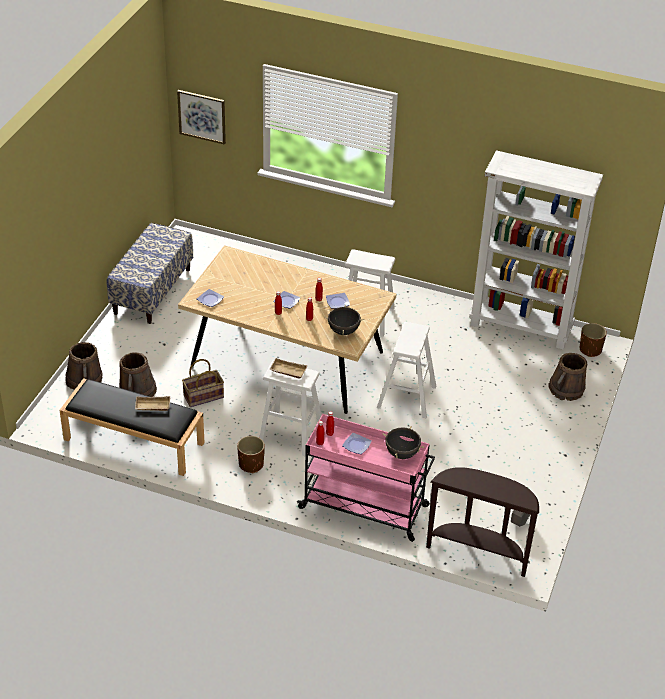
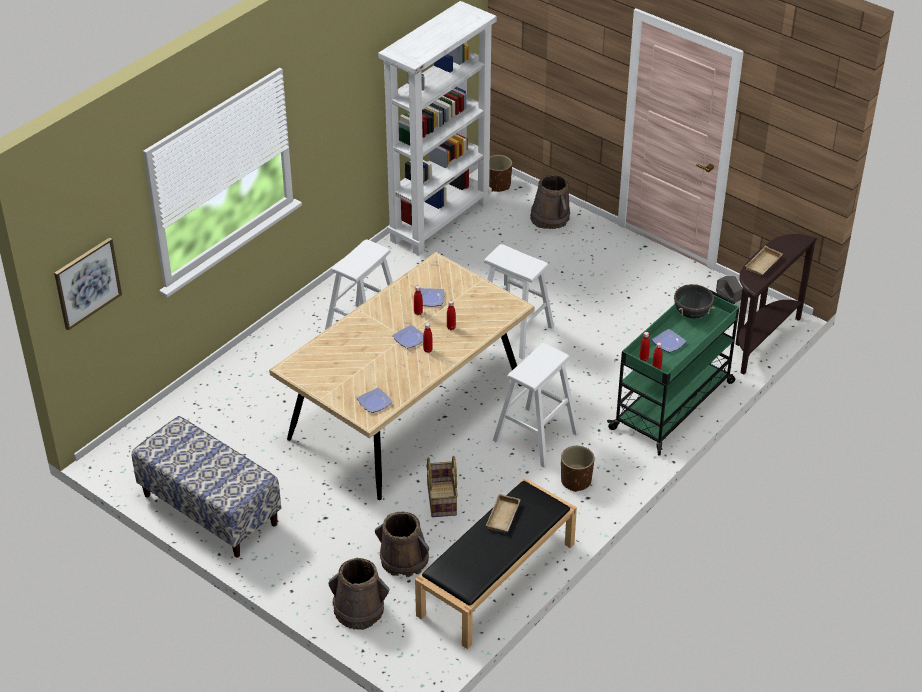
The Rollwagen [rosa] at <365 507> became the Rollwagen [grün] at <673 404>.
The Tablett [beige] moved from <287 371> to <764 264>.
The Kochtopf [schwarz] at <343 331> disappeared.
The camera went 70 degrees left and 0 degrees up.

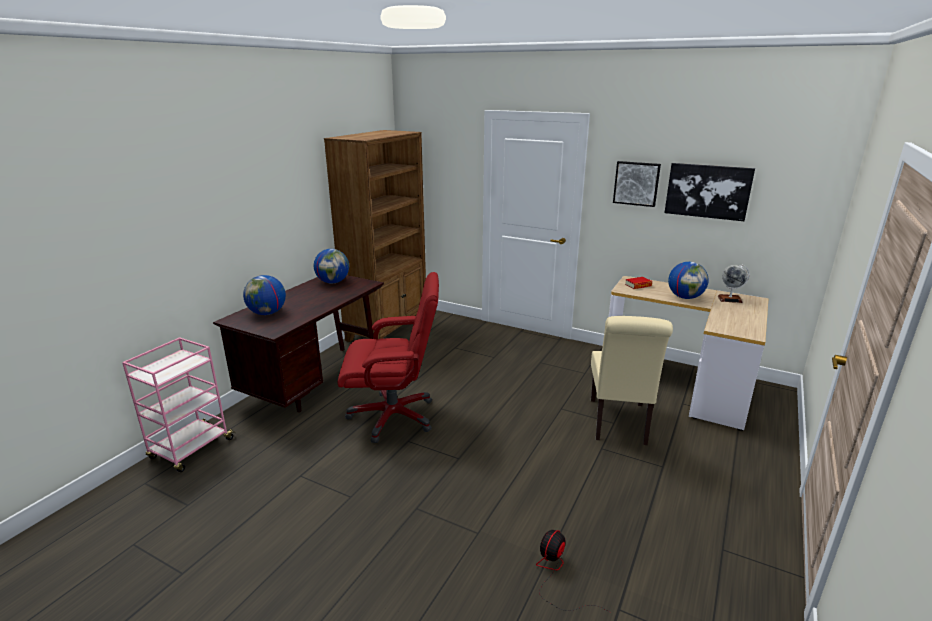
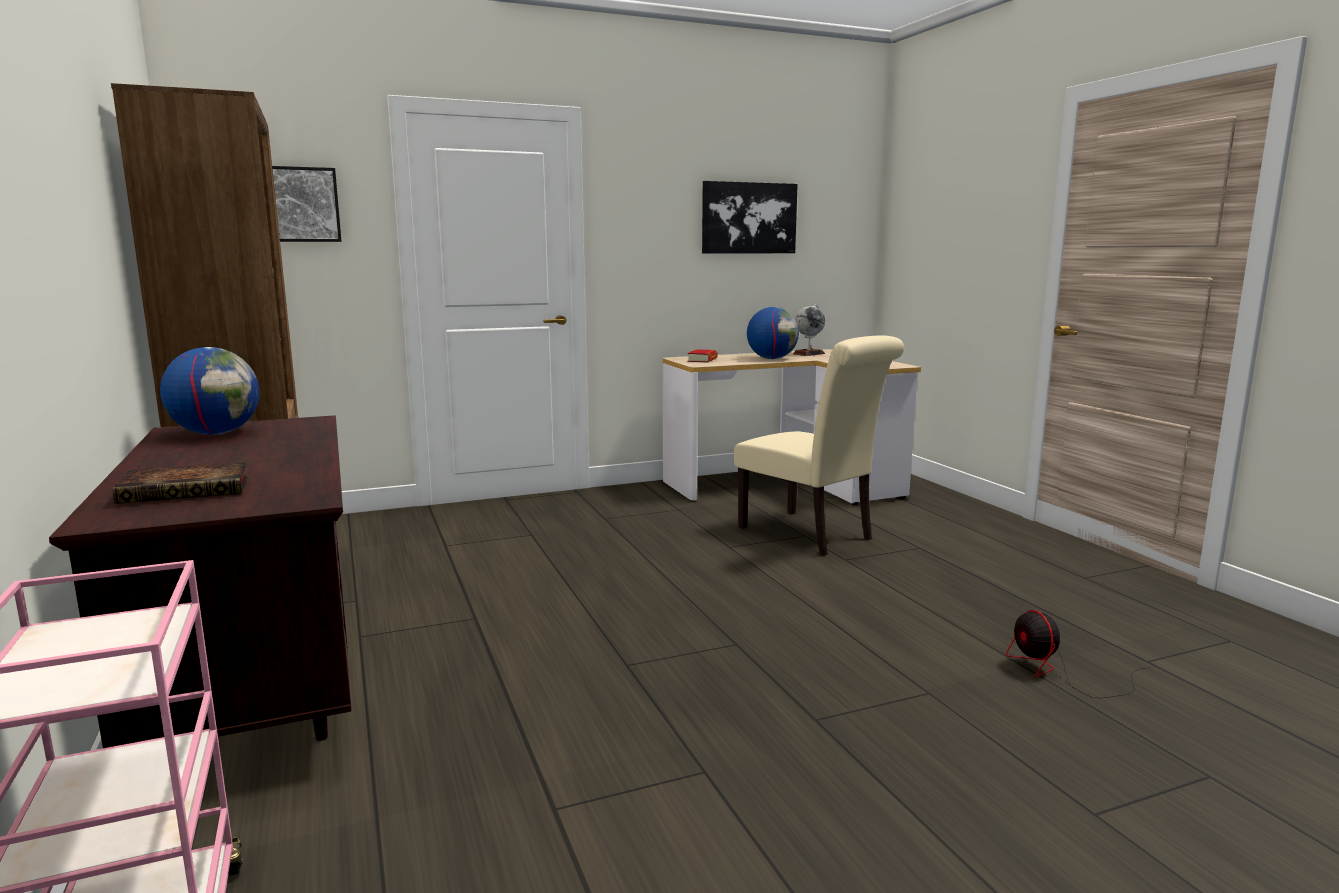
The Globus at <267 313> was replaced by the Buch at <189 490>.
The Bild moved from <636 183> to <299 204>.
The Bürostuhl [rot] at <394 416> disappeared.
The camera went 50 degrees left and 10 degrees down.

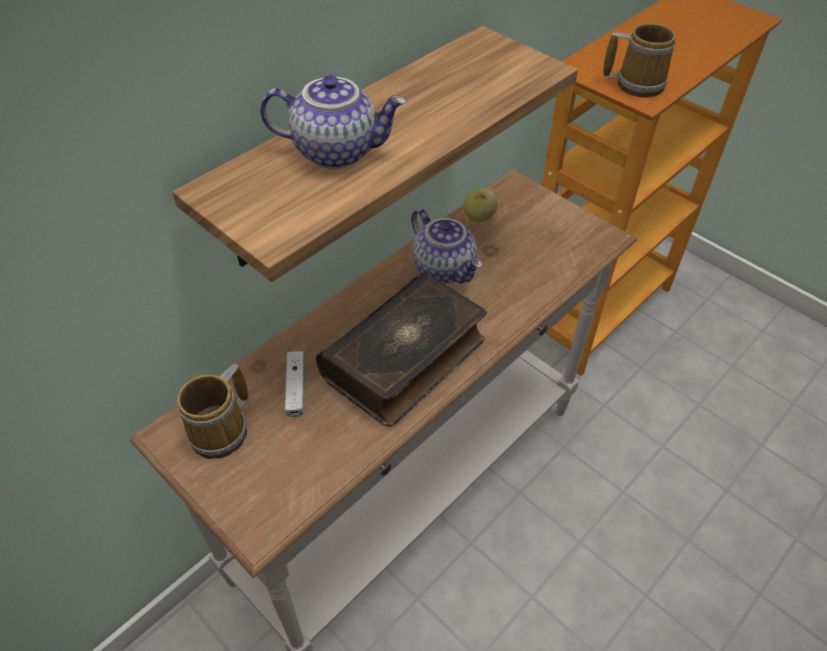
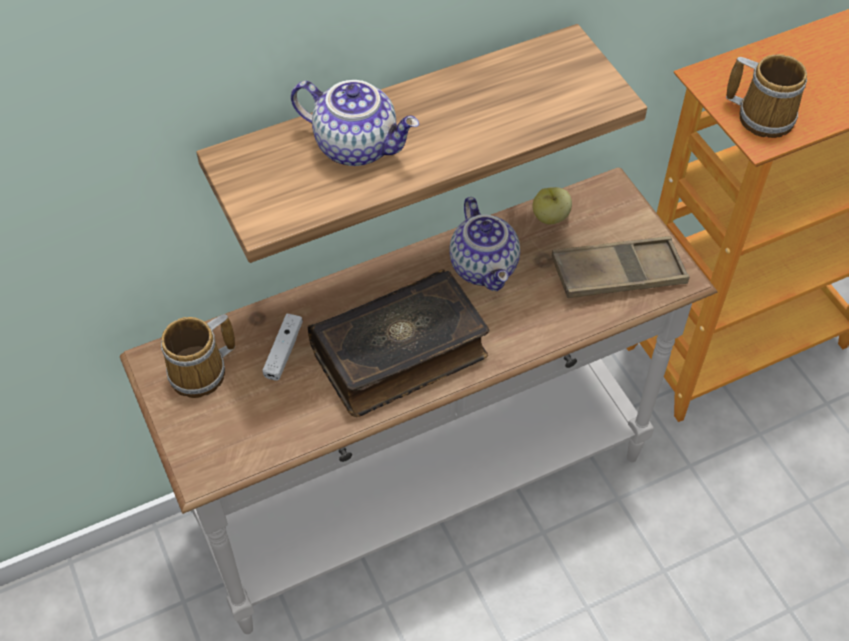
The Tablett [braun] at <618 274> appeared.
The camera went 20 degrees right and 5 degrees up.

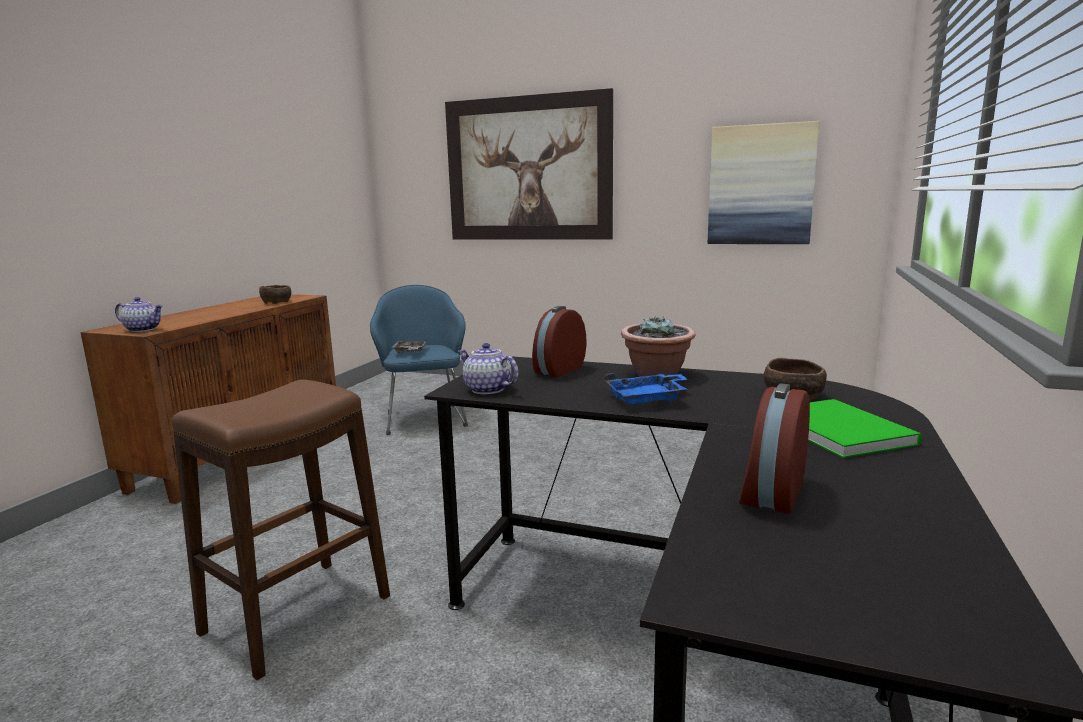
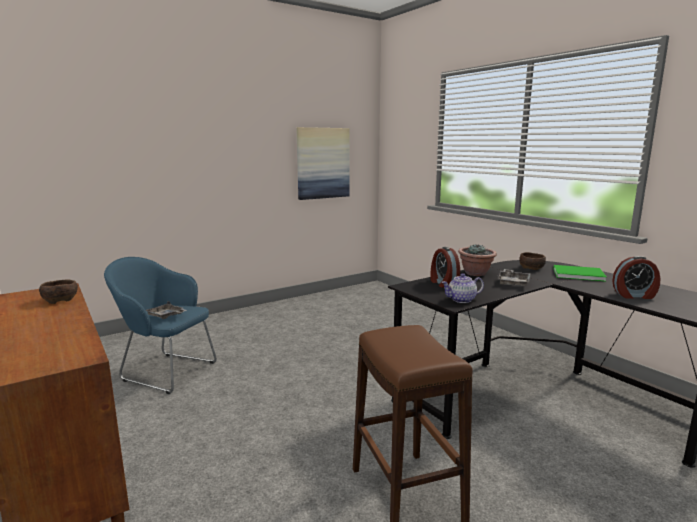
The Tablett [blau] at <647 399> became the Tablett [grau] at <513 283>.
The Wecker at <770 493> turned 60 degrees counterclockwise.
The Teekanne at <143 329> disappeared.
The Bild at <528 169> disappeared.
The camera went 55 degrees left and 0 degrees up.

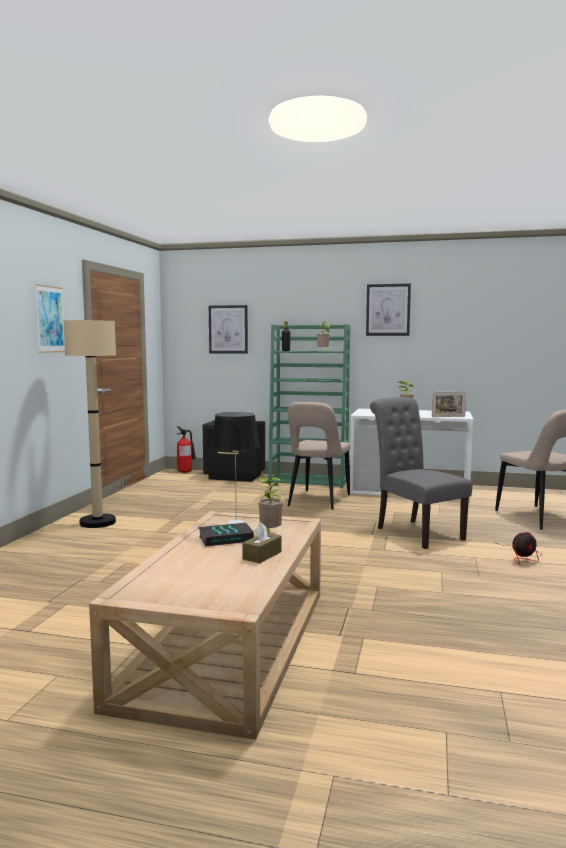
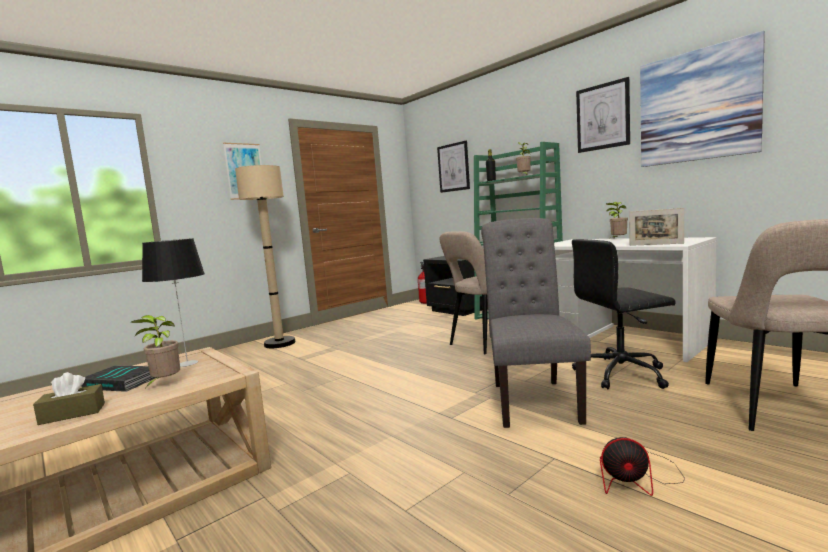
The Bürostuhl [schwarz] at <622 374> appeared.
The Bild at <697 106> appeared.
The camera went 35 degrees right and 0 degrees up.

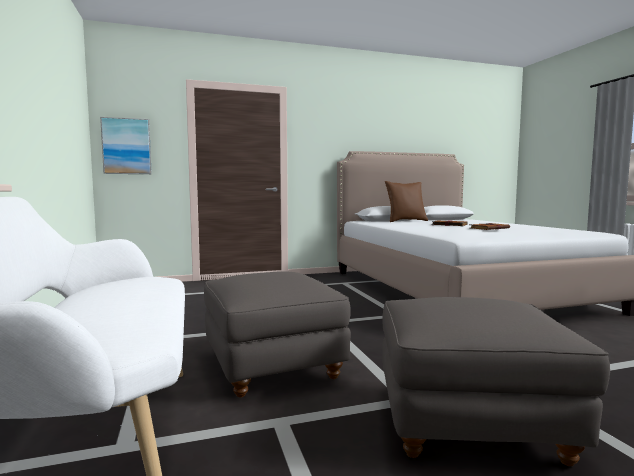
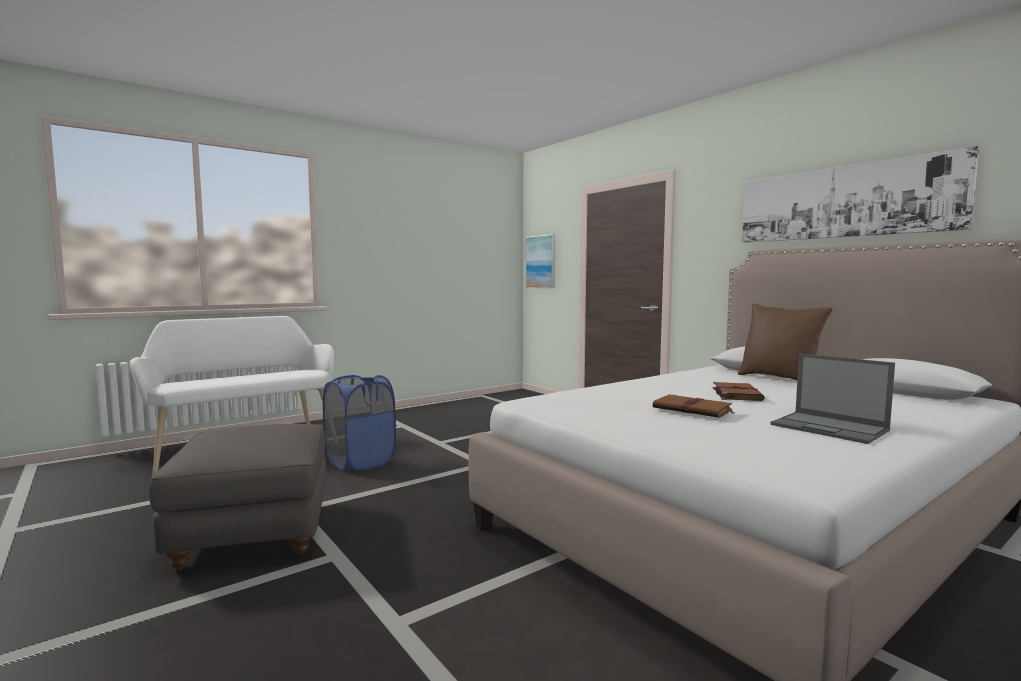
The Polsterhocker [grau] at <271 365> was replaced by the Wäschekorb [blau] at <360 462>.
The Bild at <843 202> appeared.
The Laptop at <830 428> appeared.
The camera went 70 degrees right and 0 degrees up.

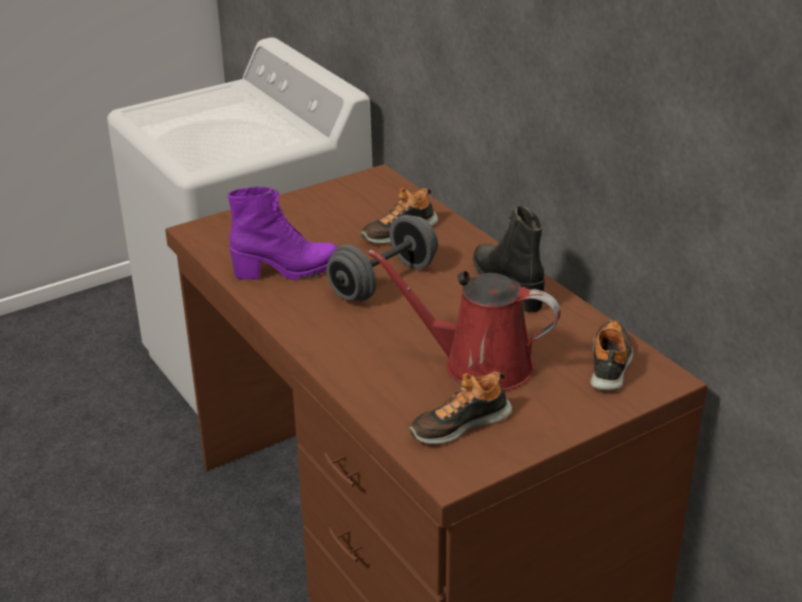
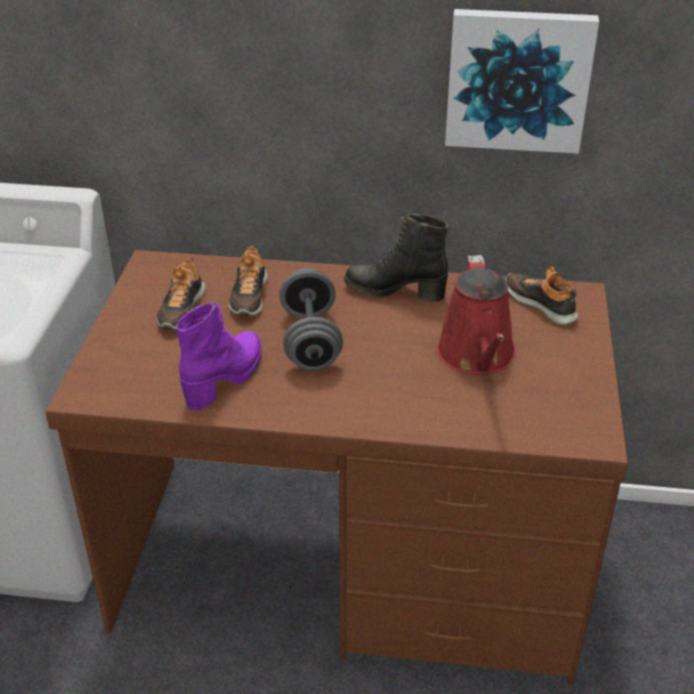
The Schuh moved from <459 424> to <181 309>.
The Gießkanne [rot] at <478 364> turned 60 degrees counterclockwise.
The Bild at <518 79> appeared.
The camera went 50 degrees left and 5 degrees up.

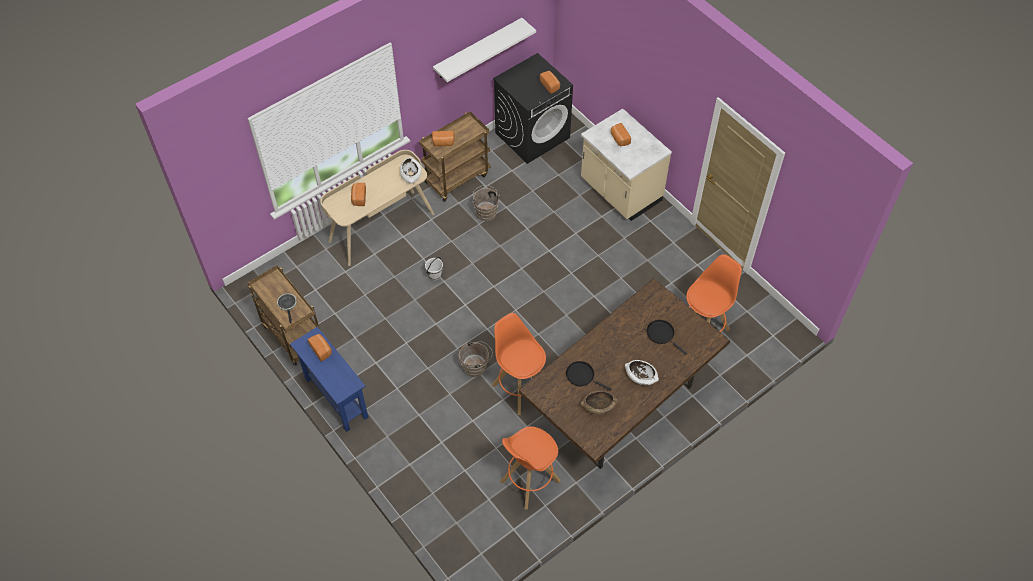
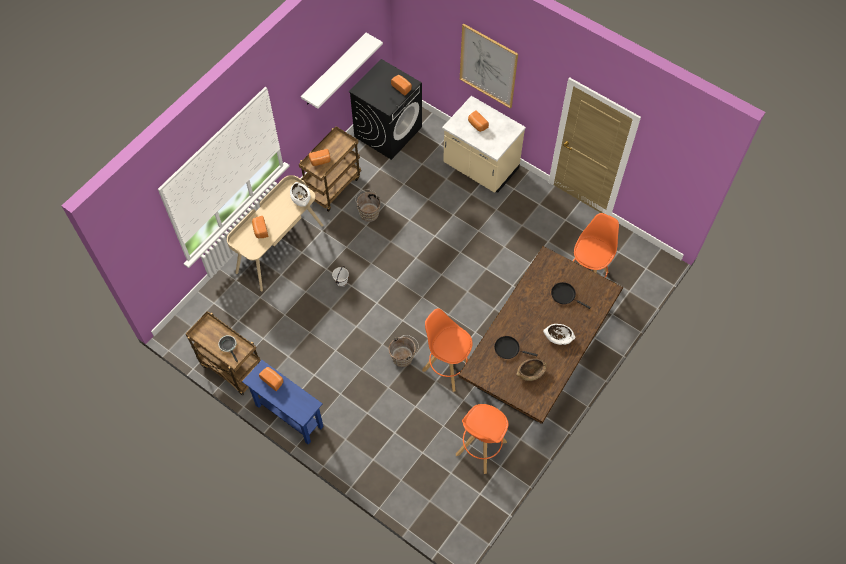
The Bild at <488 66> appeared.
The camera went 15 degrees left and 5 degrees up.

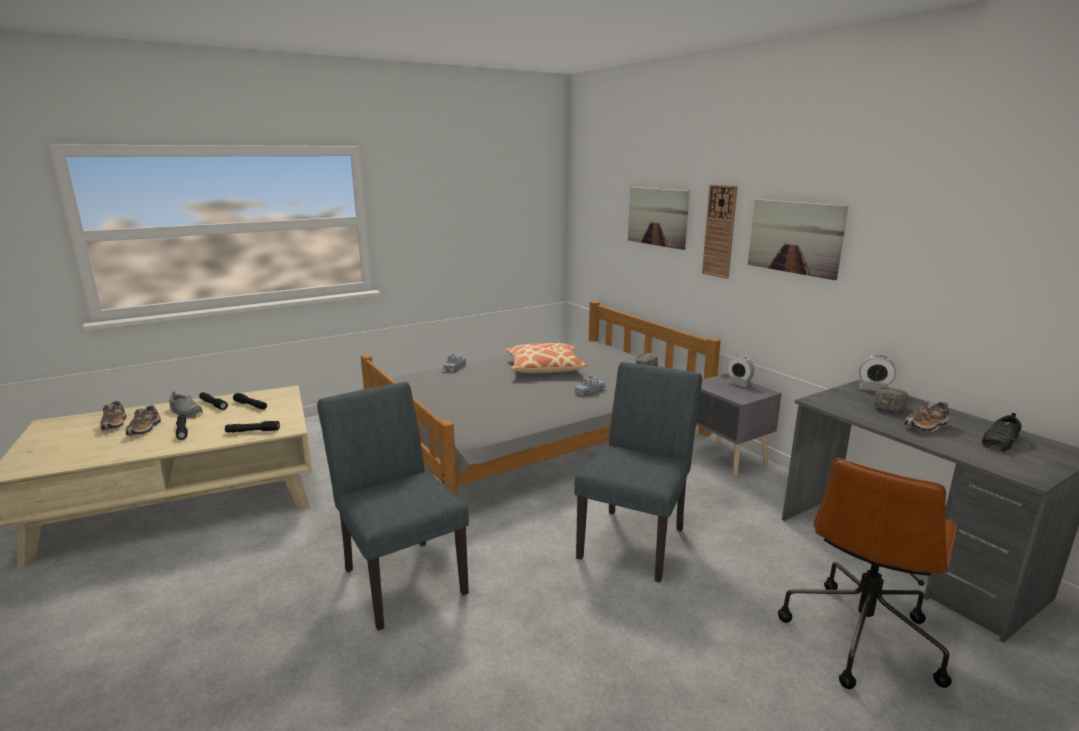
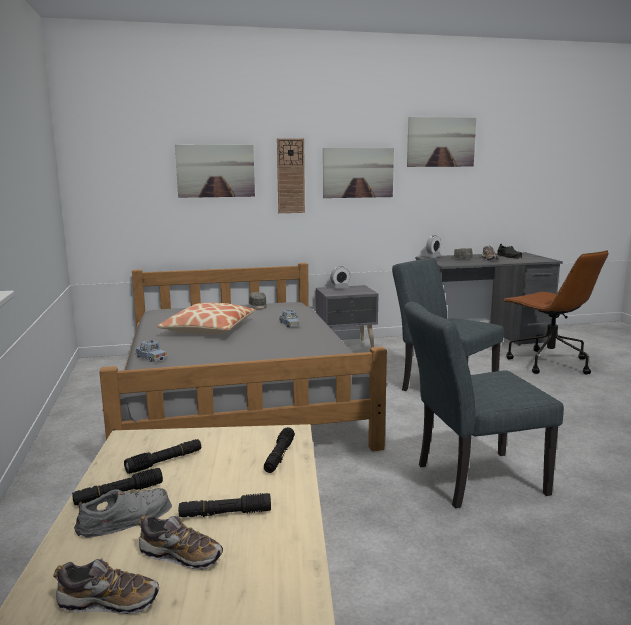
The Bild at <441 142> appeared.
The camera went 70 degrees left and 5 degrees down.

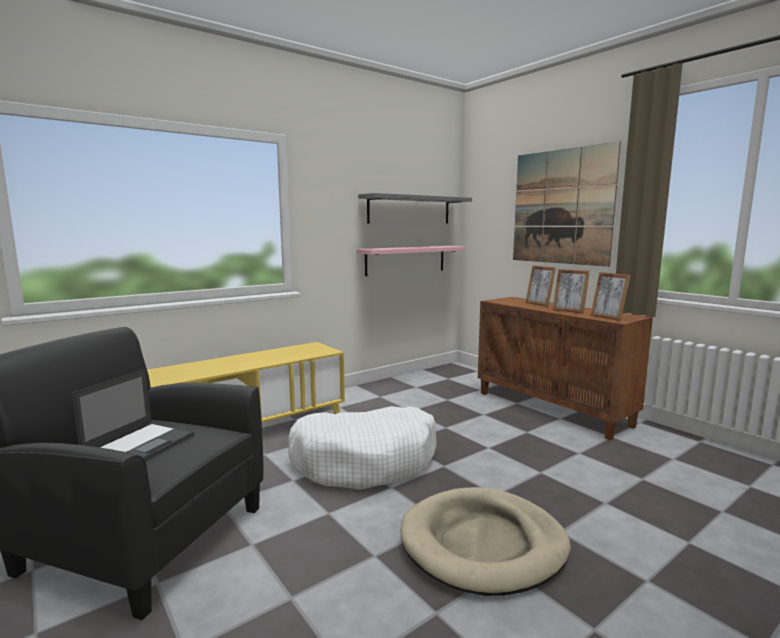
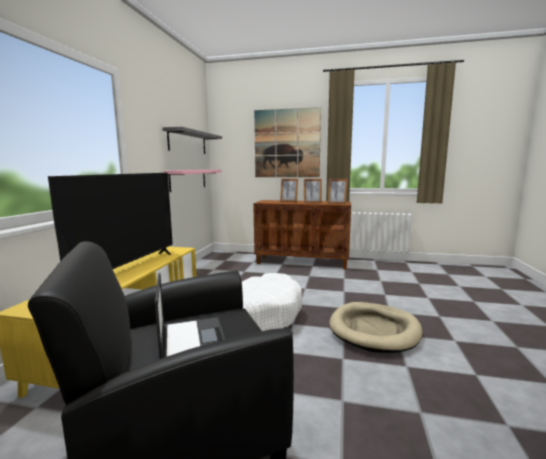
The Fernseher at <129 269> appeared.
The camera went 40 degrees left and 0 degrees up.

